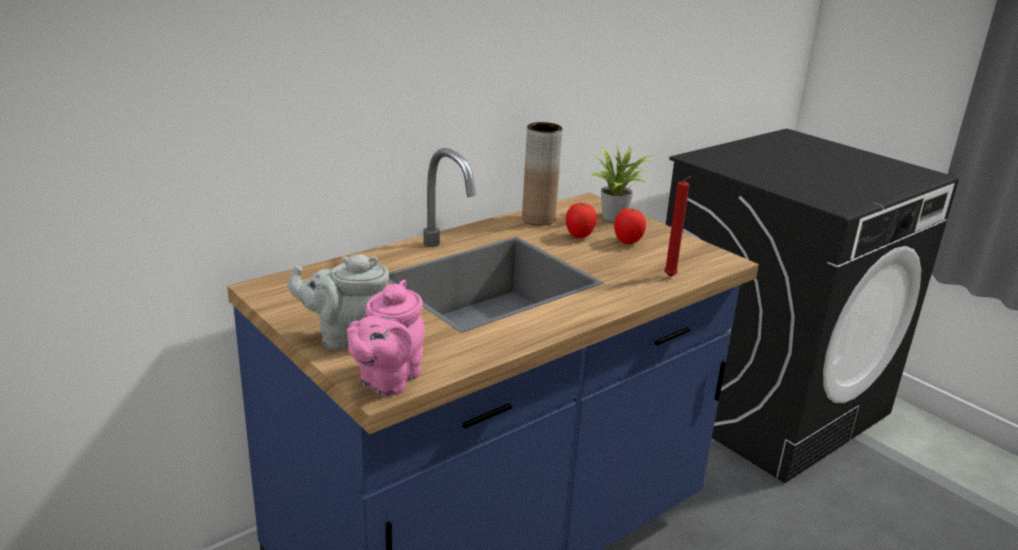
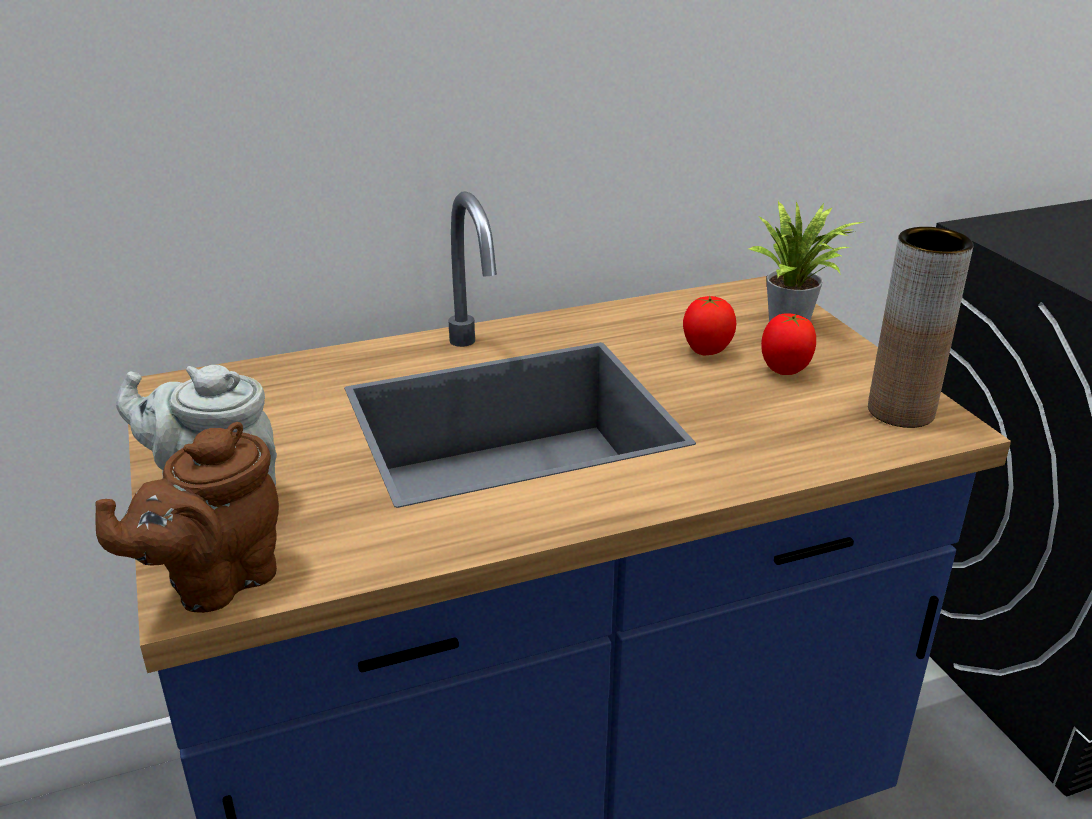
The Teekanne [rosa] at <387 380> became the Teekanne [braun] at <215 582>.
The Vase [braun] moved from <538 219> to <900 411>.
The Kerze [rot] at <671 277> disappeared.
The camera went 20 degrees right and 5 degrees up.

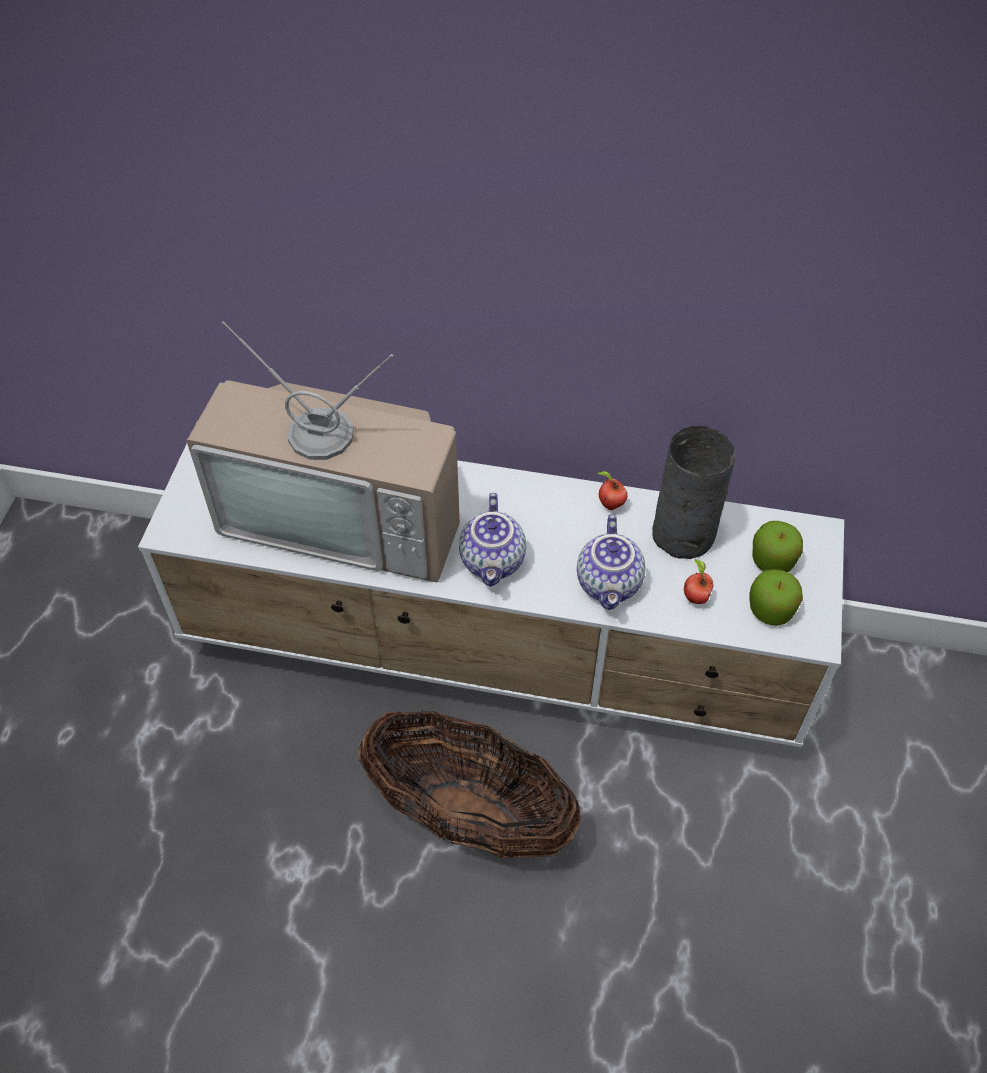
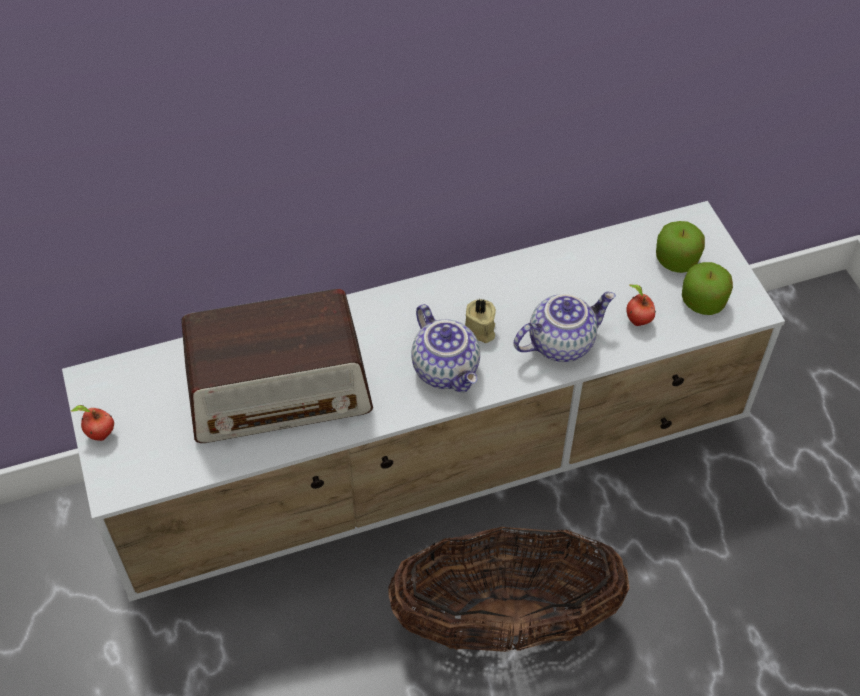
The Apfel moved from <609 504> to <99 434>.
The Fernseher at <345 515> was replaced by the Radio at <280 391>.
The Kerze [beige] at <480 330> appeared.
The Teekanne at <610 584> turned 90 degrees counterclockwise.
The Vase [grau] at <682 536> disappeared.
The camera went 30 degrees left and 0 degrees up.

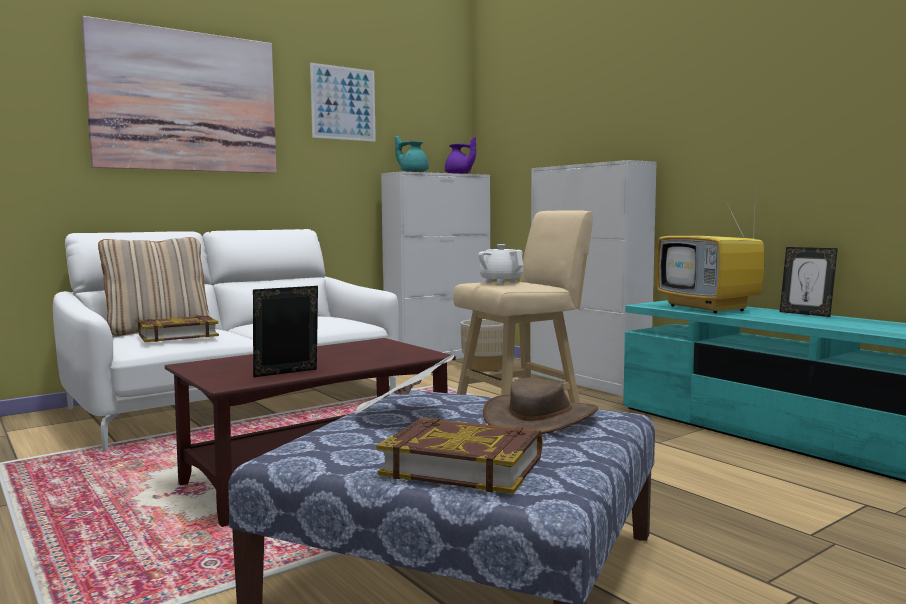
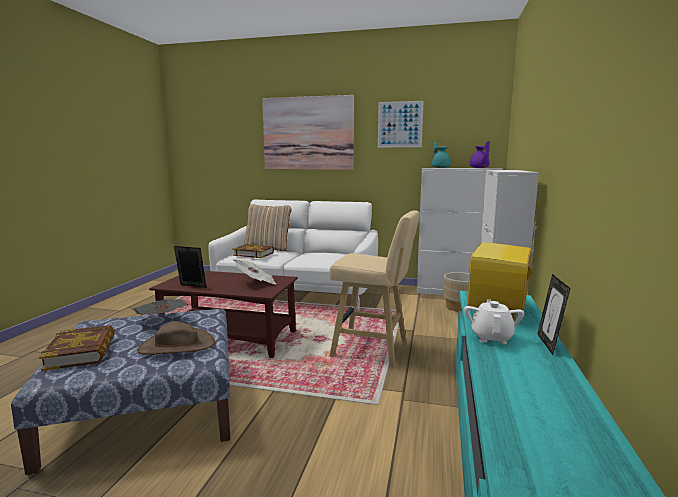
The Zeitung at <256 283> appeared.
The Teekanne [weiß] moved from <500 282> to <491 337>.
The camera went 50 degrees right and 5 degrees up.

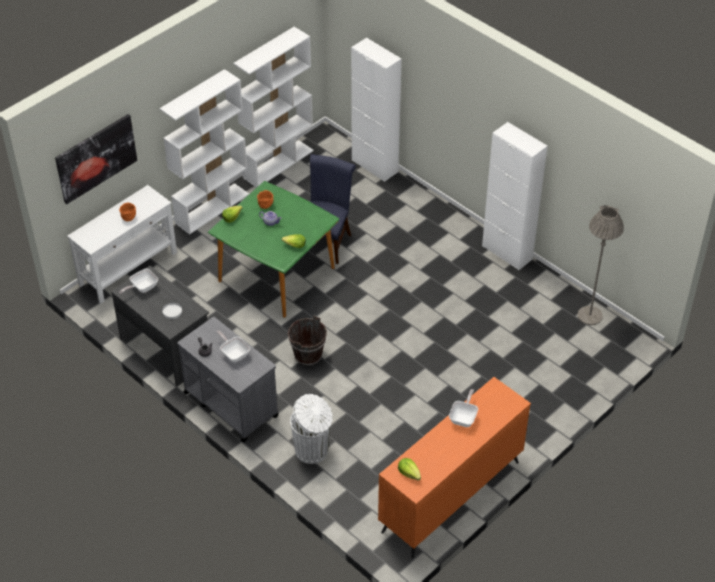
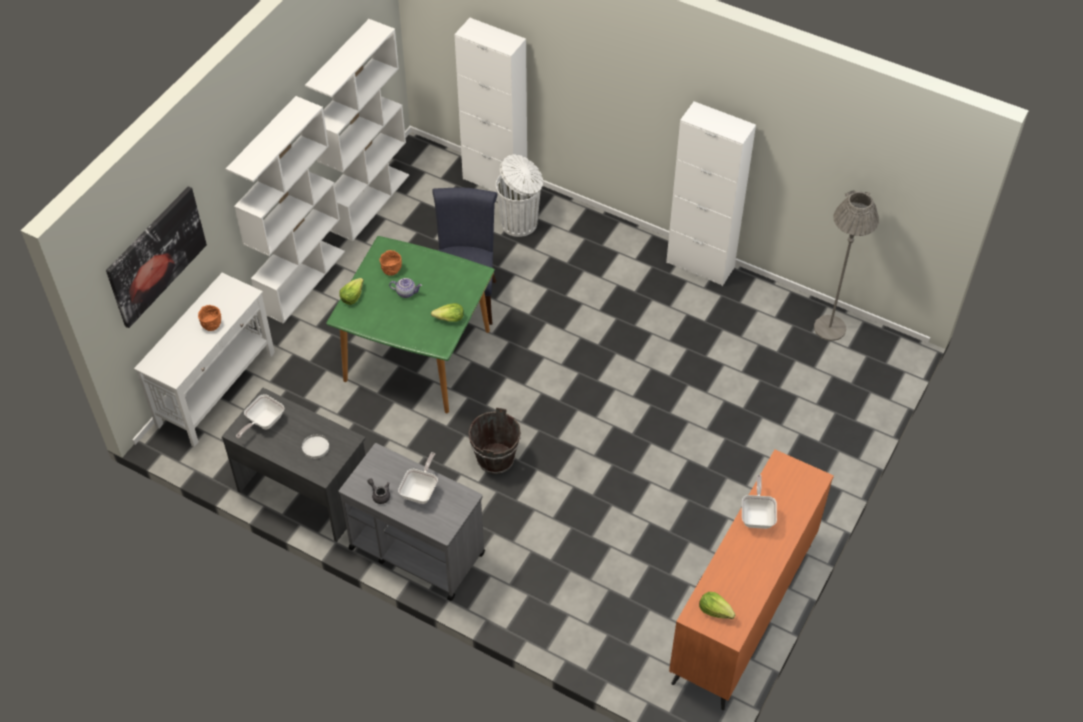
The Pfanne at <234 353> turned 75 degrees clockwise.
The Mülleimer [weiß] moved from <312 450> to <520 223>.
The camera went 15 degrees left and 5 degrees up.

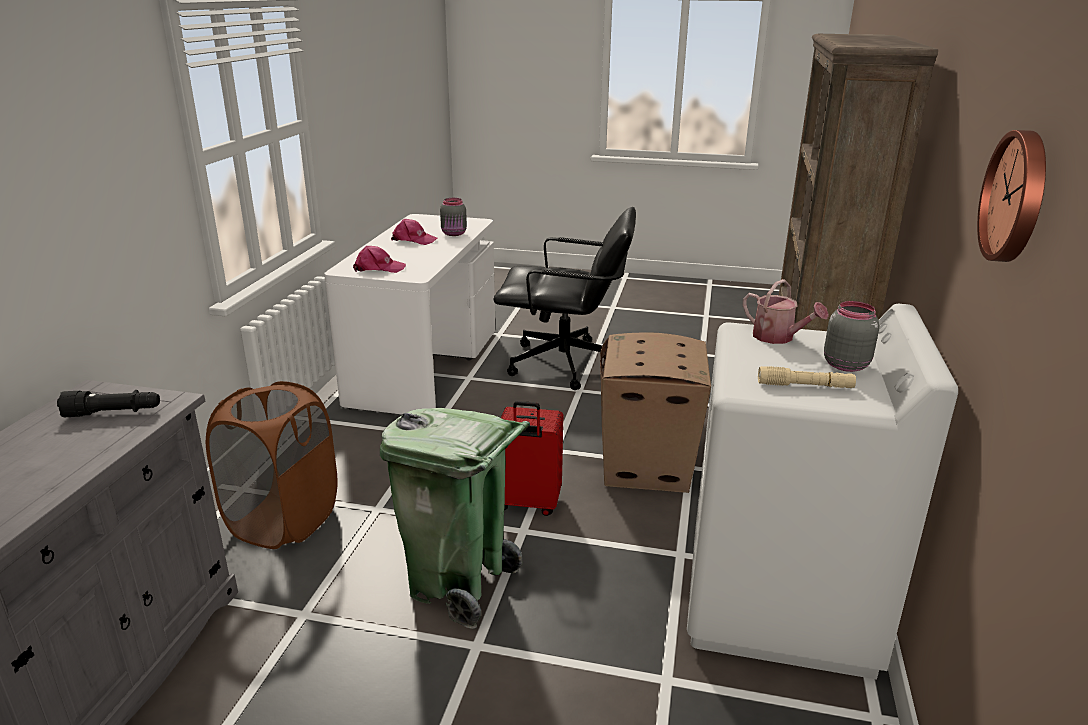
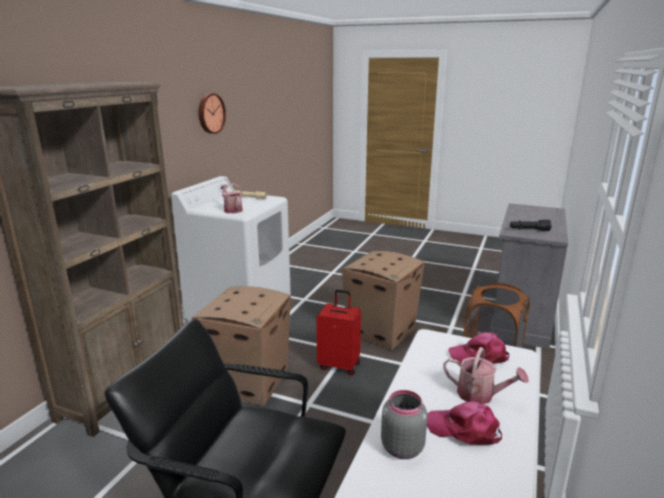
The Mülleimer [grün] at <458 584> was replaced by the Karton at <382 331>.
The Gießkanne at <480 395> appeared.
The Vorratsglas [grau] at <845 364> disappeared.
The camera went 170 degrees left and 5 degrees down.

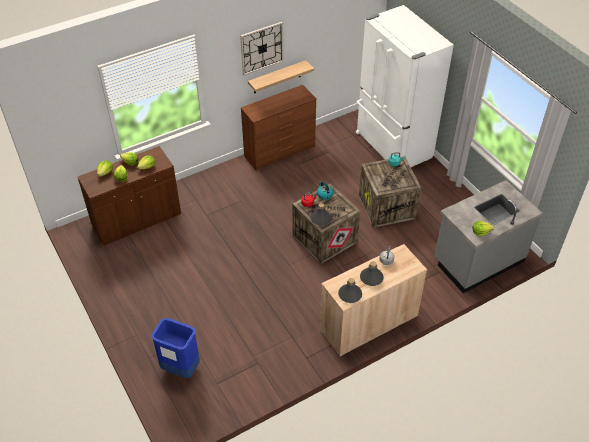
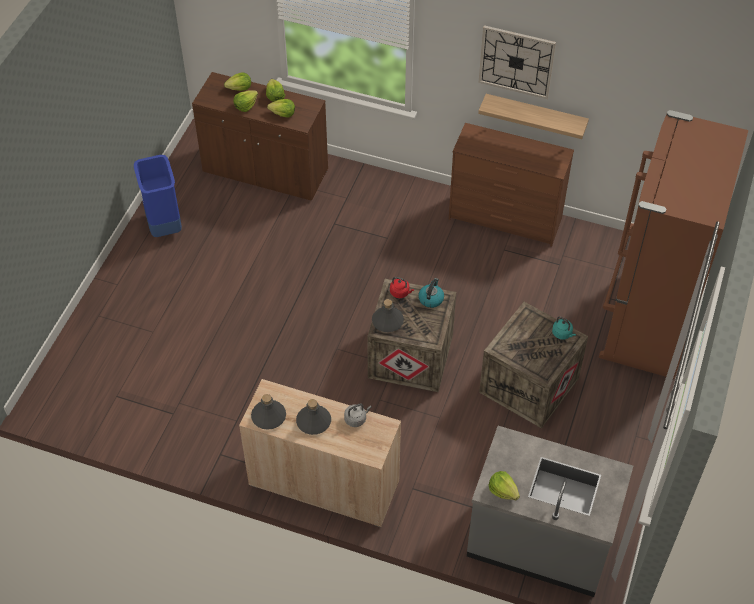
The Mülleimer [blau] moved from <180 368> to <164 226>.
The Kühlschrank [weiß] at <392 146> became the Kühlschrank [braun] at <646 322>.
The camera went 50 degrees right and 5 degrees up.

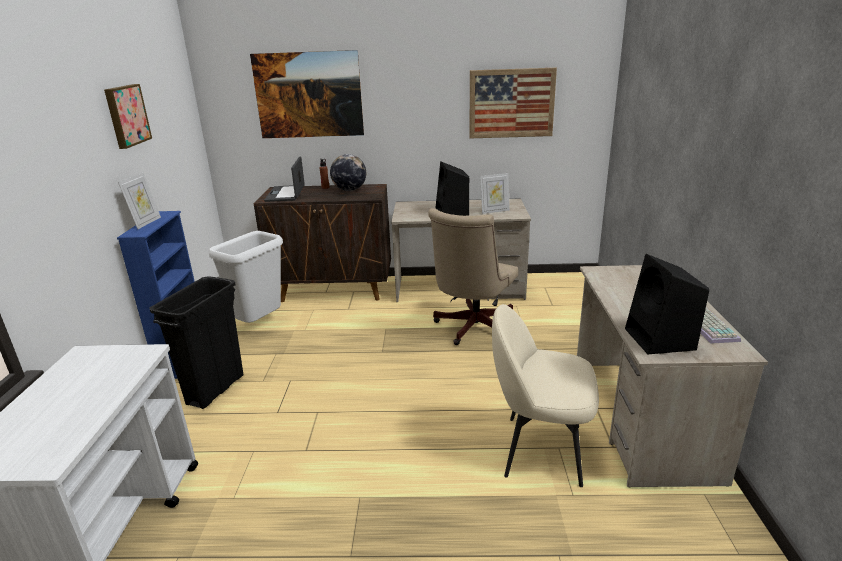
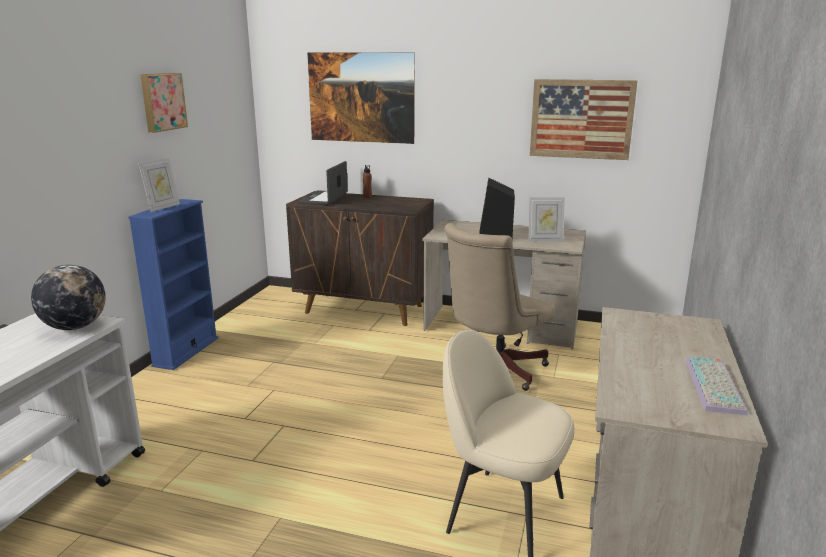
The Globus moved from <349 190> to <74 327>.
The Mülleimer [schwarz] at <216 389> disappeared.
The Mülleimer [weiß] at <260 323> disappeared.
The Lautsprecher [schwarz] at <661 340> disappeared.
The camera went 15 degrees right and 5 degrees down.

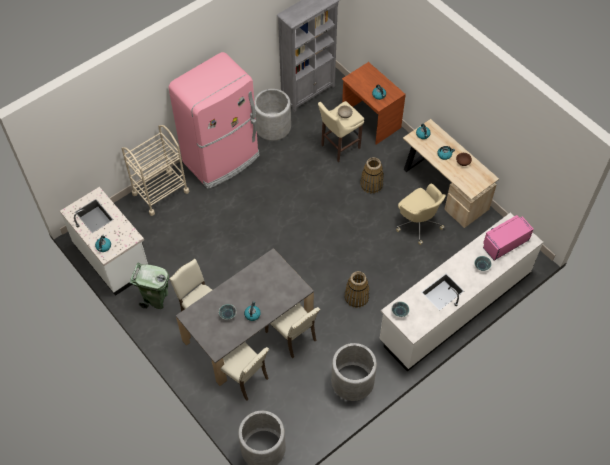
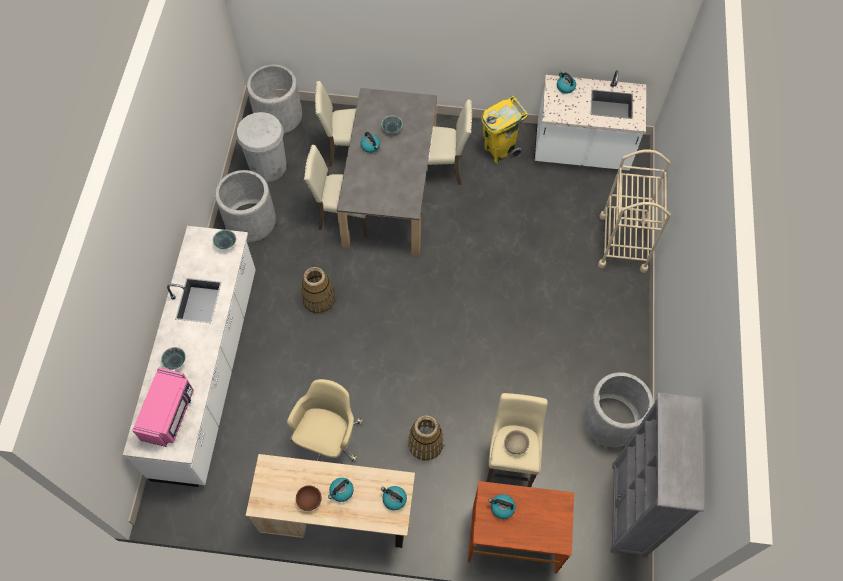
The Mülleimer [weiß] at <268 166> appeared.
The Bürostuhl [beige] at <418 223> turned 105 degrees clockwise.
The Mülleimer [grün] at <156 299> became the Mülleimer [gelb] at <499 150>.
The Kühlschrank [rosa] at <222 159> disappeared.
The camera went 135 degrees right and 5 degrees up.

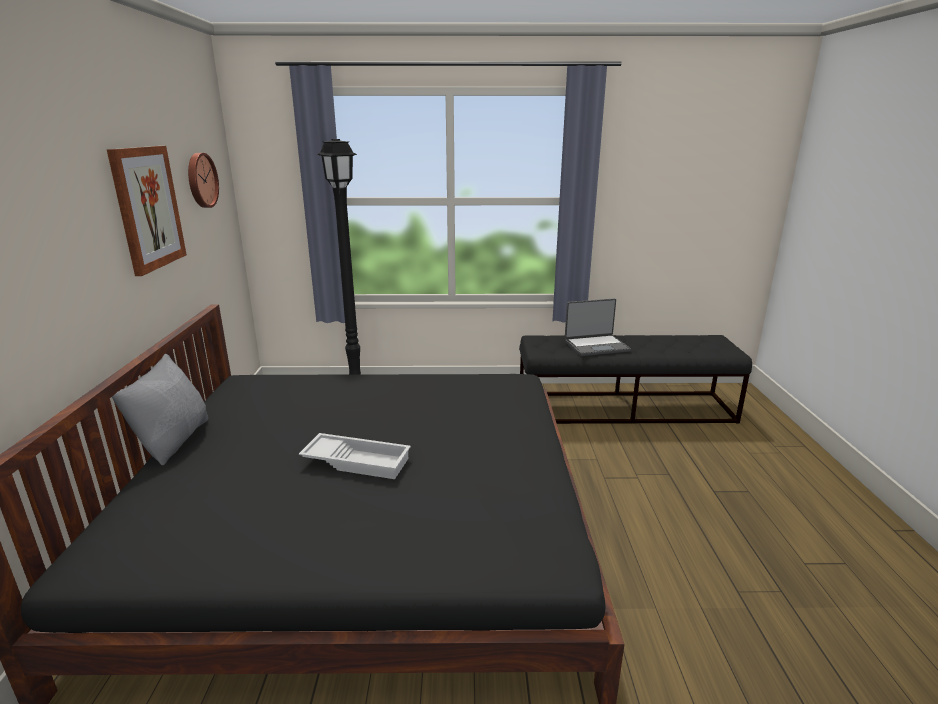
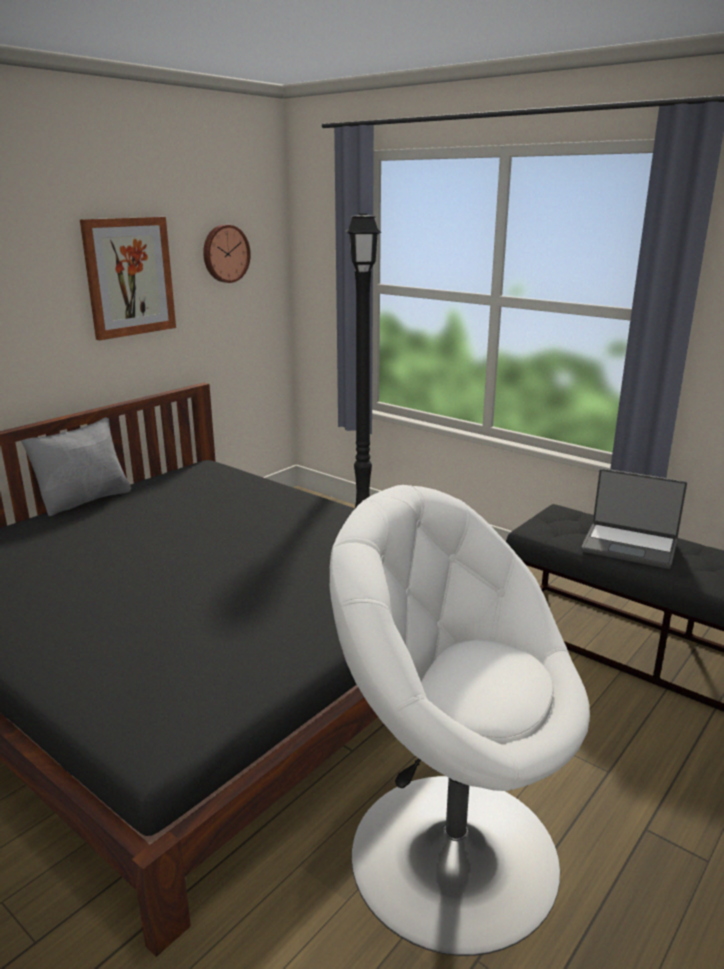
The Sessel [weiß] at <450 852> appeared.
The Tablett [weiß] at <358 461> disappeared.
The camera went 40 degrees right and 0 degrees up.

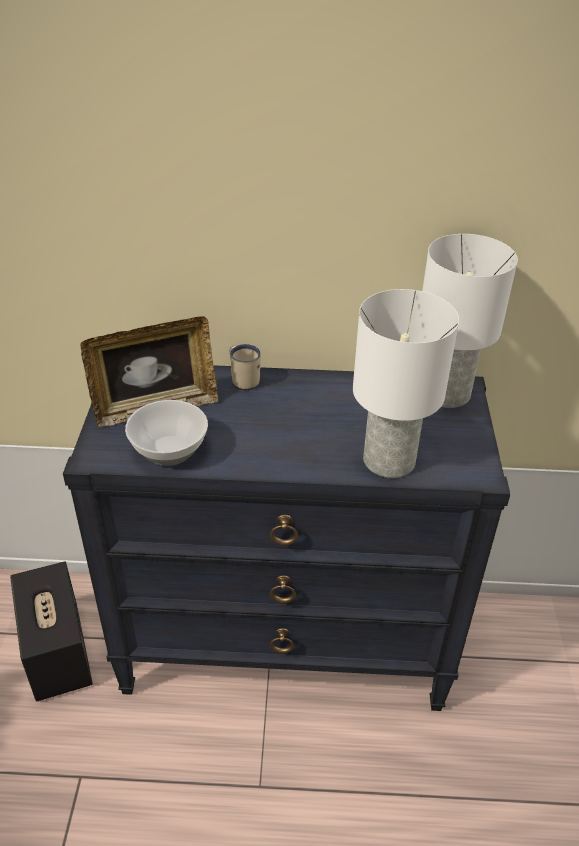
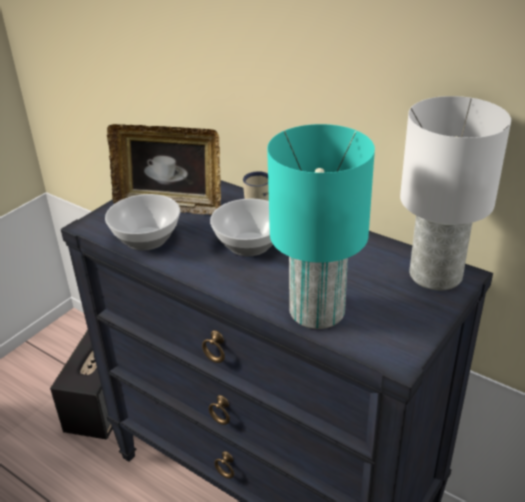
The Schüssel at <248 245> appeared.
The Tischlampe [weiß] at <387 461> became the Tischlampe [türkis] at <315 311>.
The camera went 35 degrees right and 5 degrees down.

